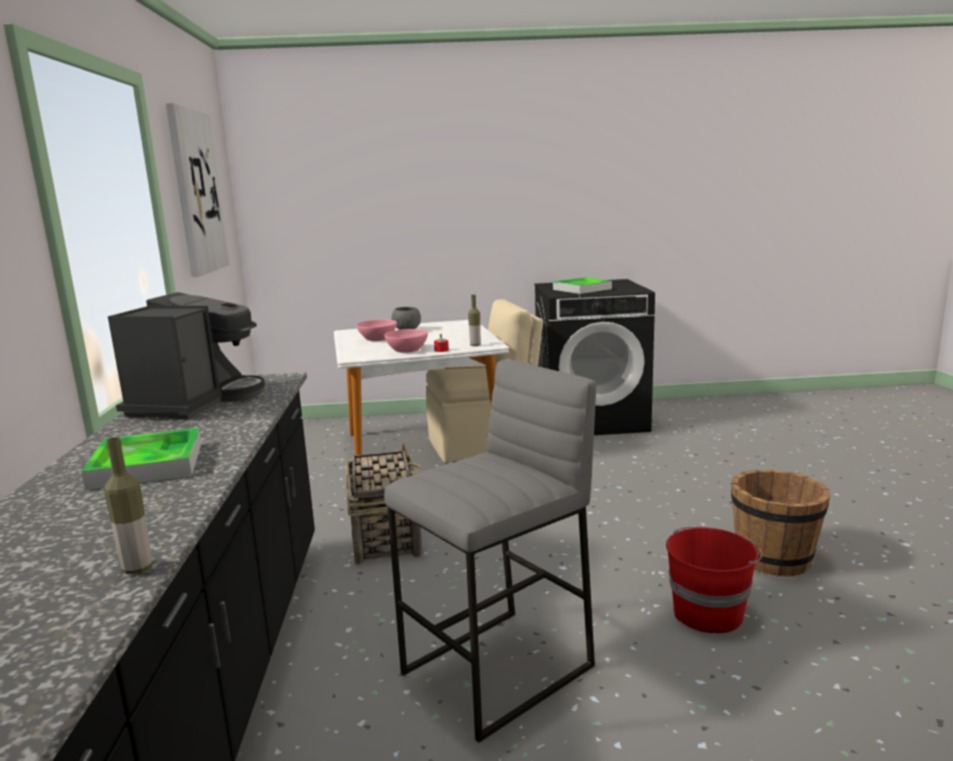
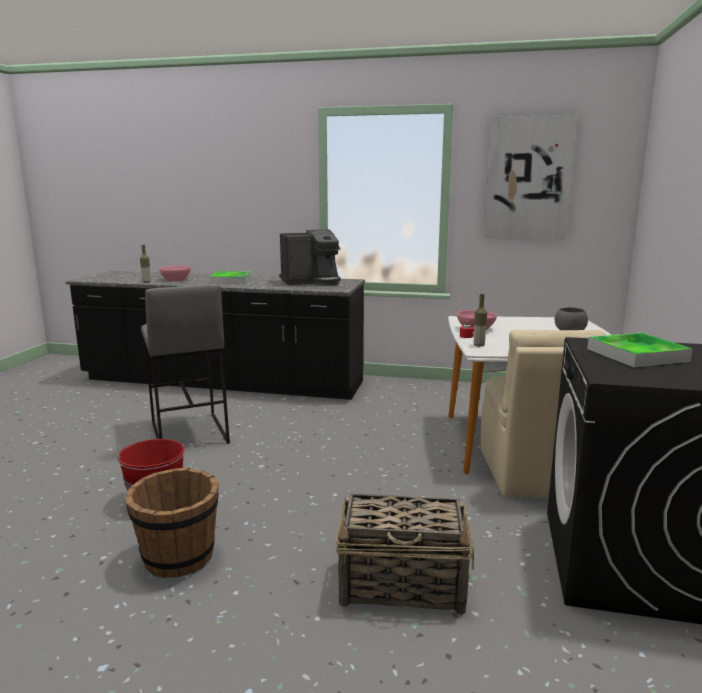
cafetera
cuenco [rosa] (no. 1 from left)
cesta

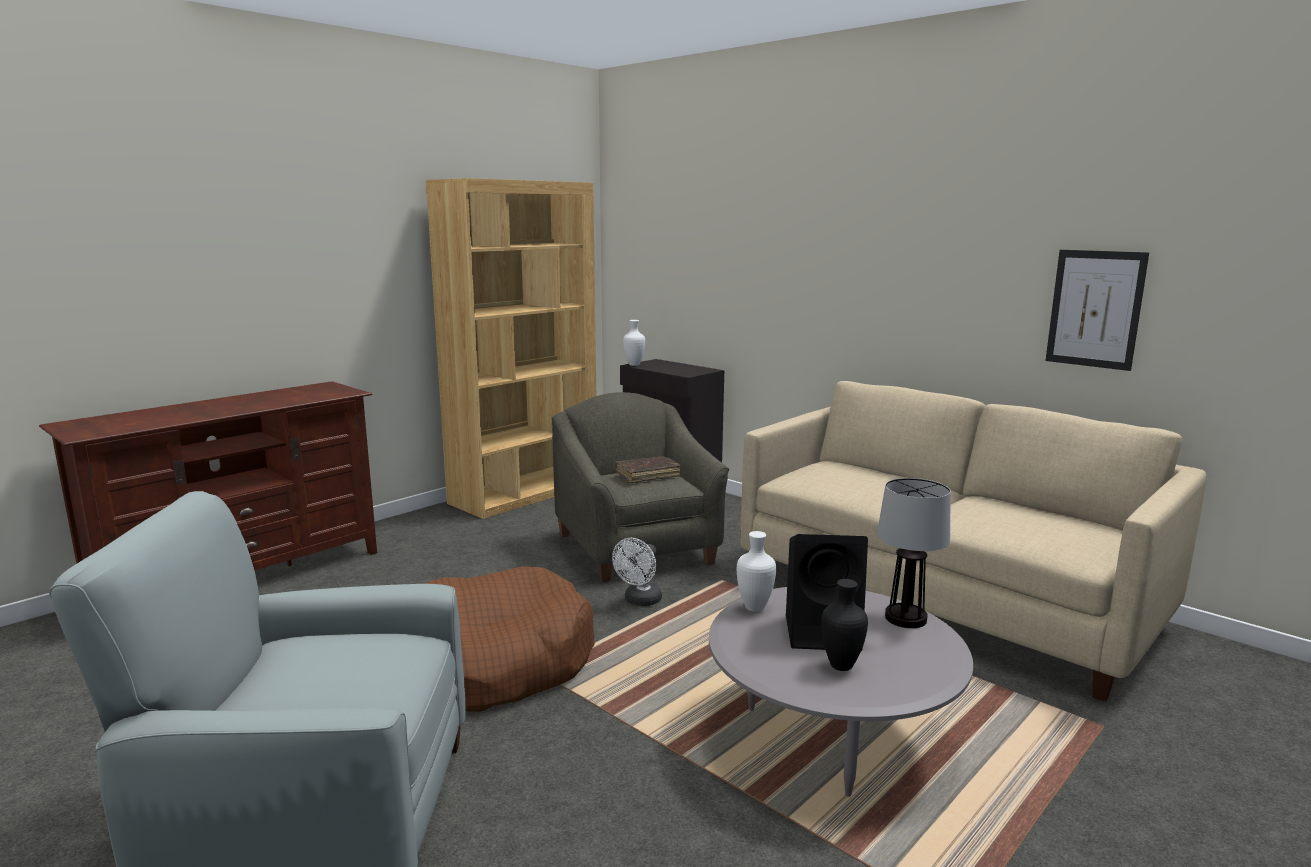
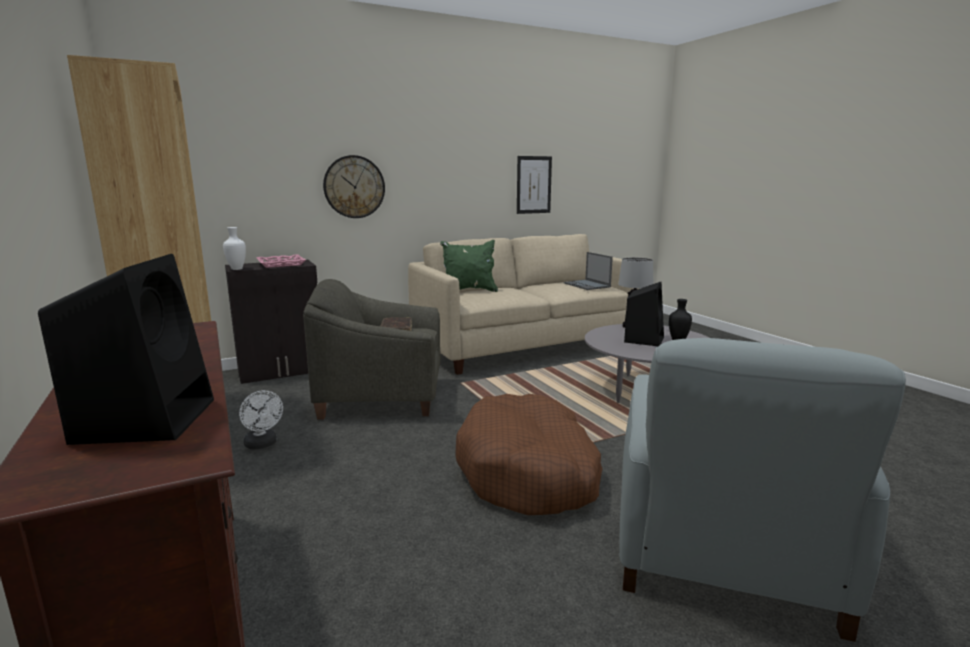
florero [blanco] (no. 2 from left in the first image)
ventilador [blanco]
reloj de pared
cojín [verde]
portátil
altavoz [negro] (no. 1 from left)
bandeja [rosa]

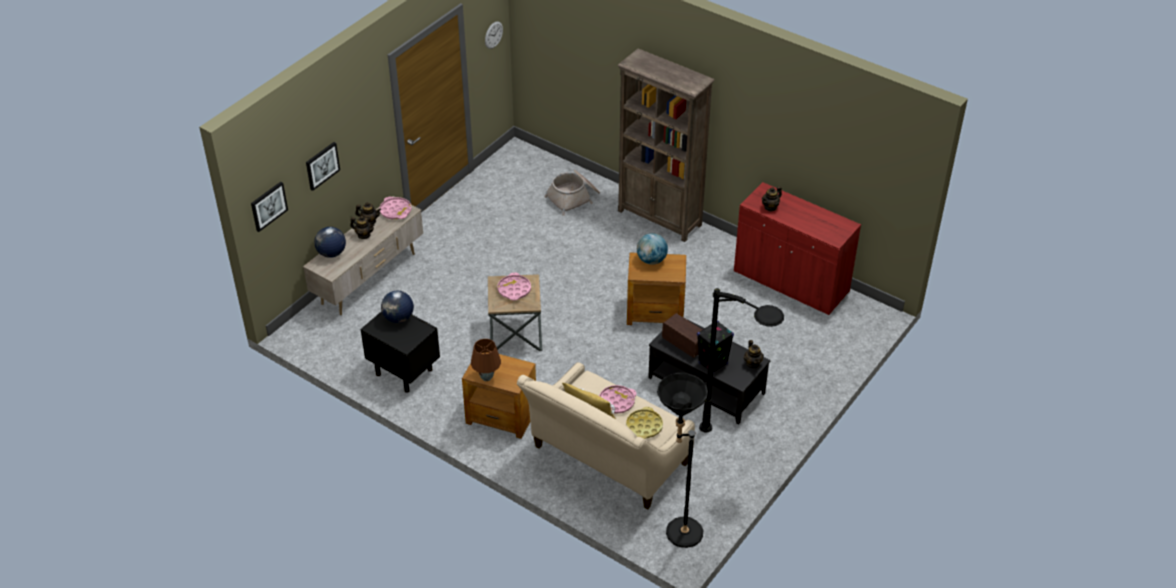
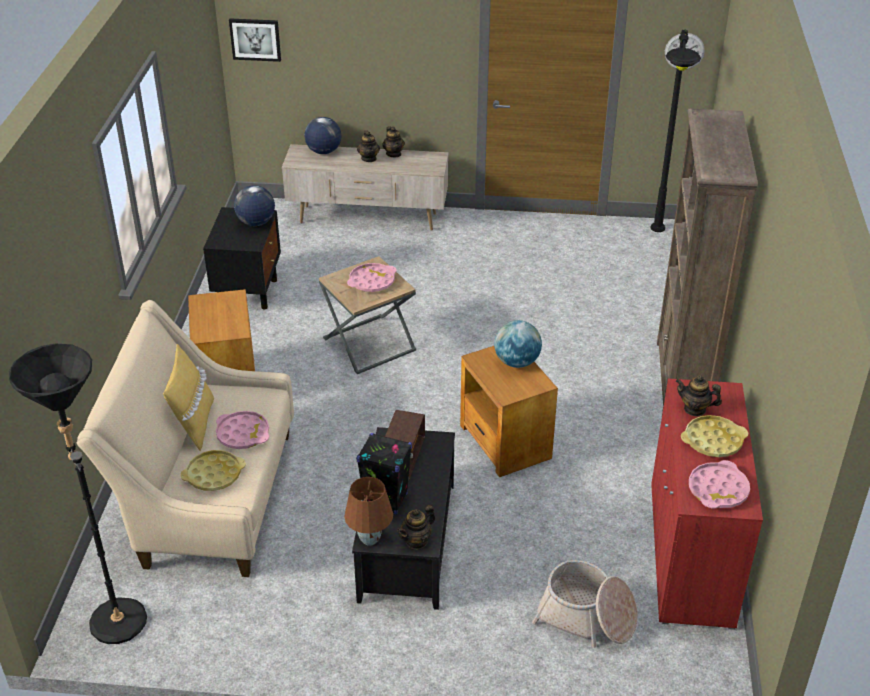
cuadro (no. 2 from left in the first image)
cesta
bandeja [rosa] (no. 3 from left)
lámpara de pie [negro] (no. 2 from left)
lámpara de mesa [marrón]
bandeja [amarillo] (no. 2 from left)

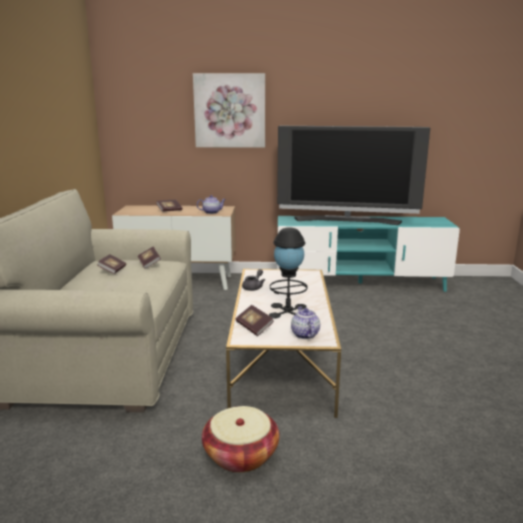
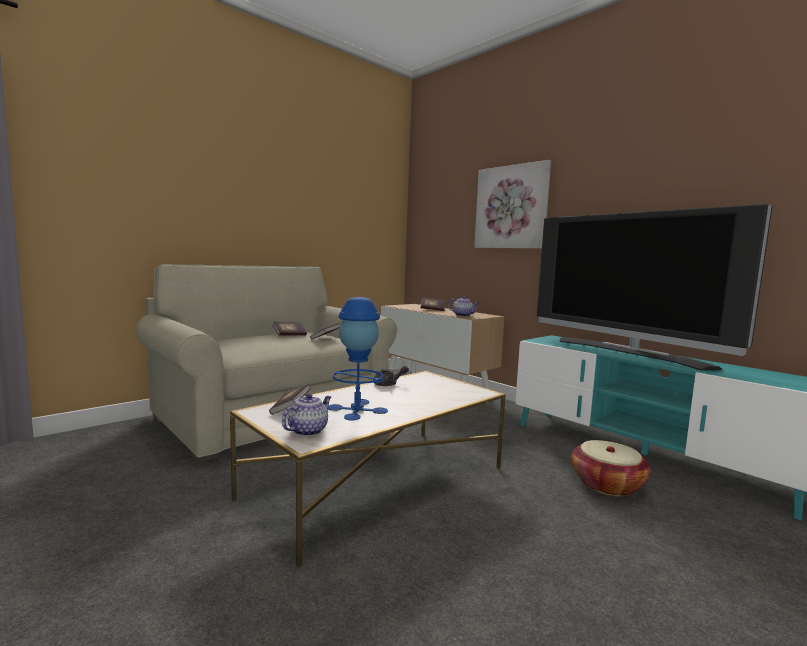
lámpara de mesa [azul]
cesta

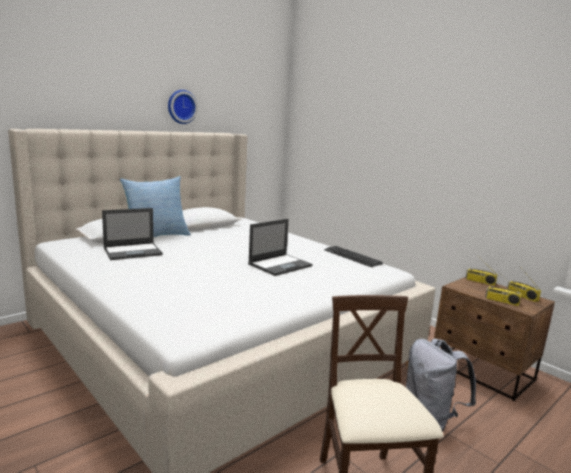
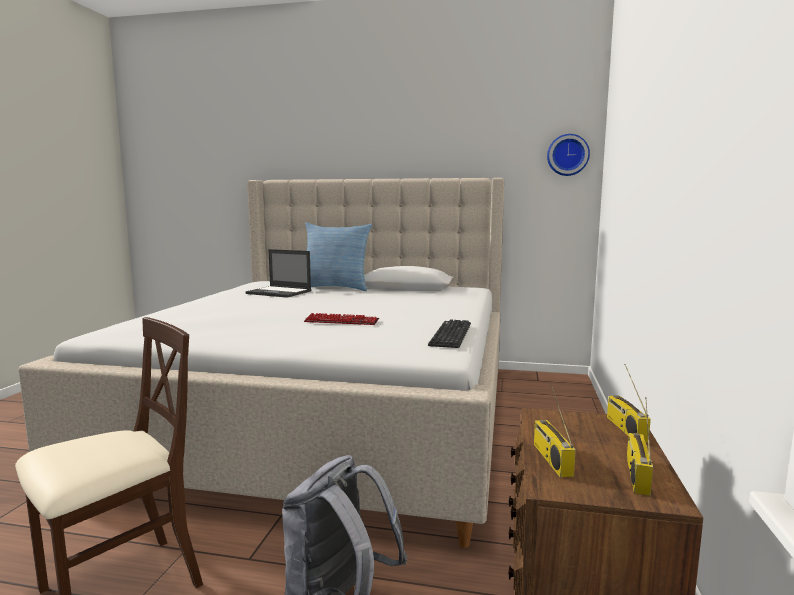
reloj de pared
teclado (no. 1 from left)

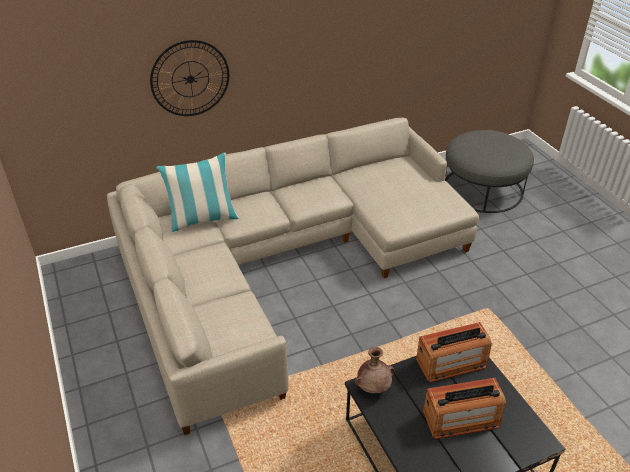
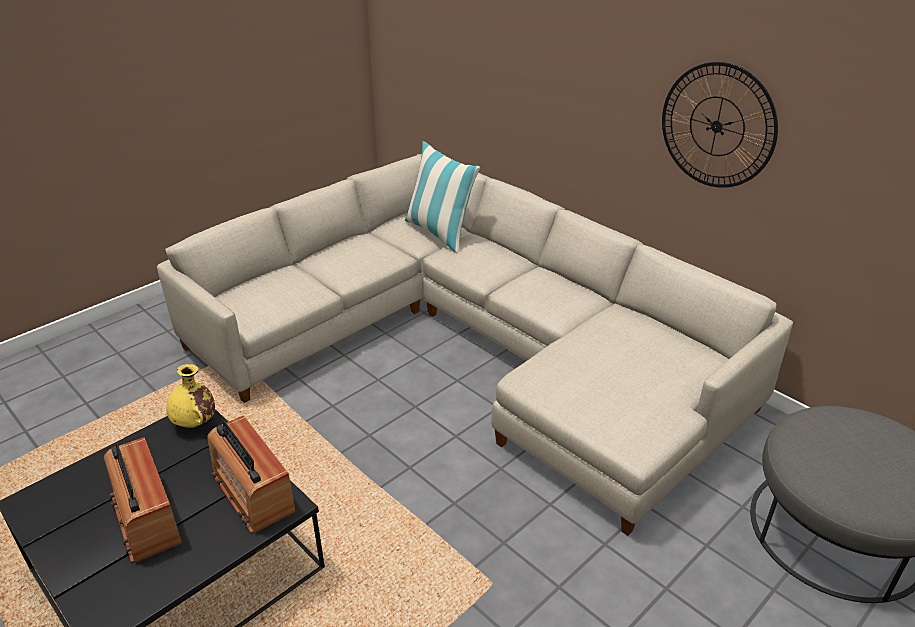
reloj de pared
florero [amarillo]

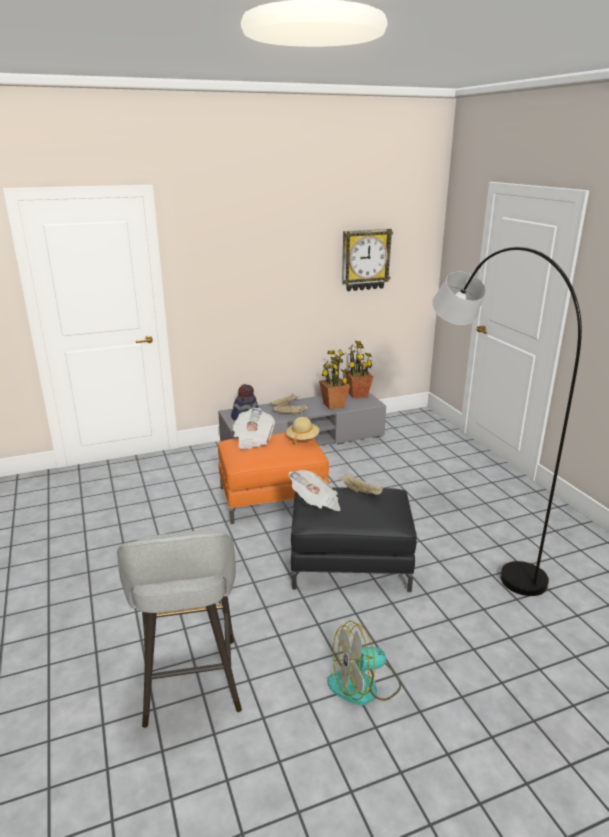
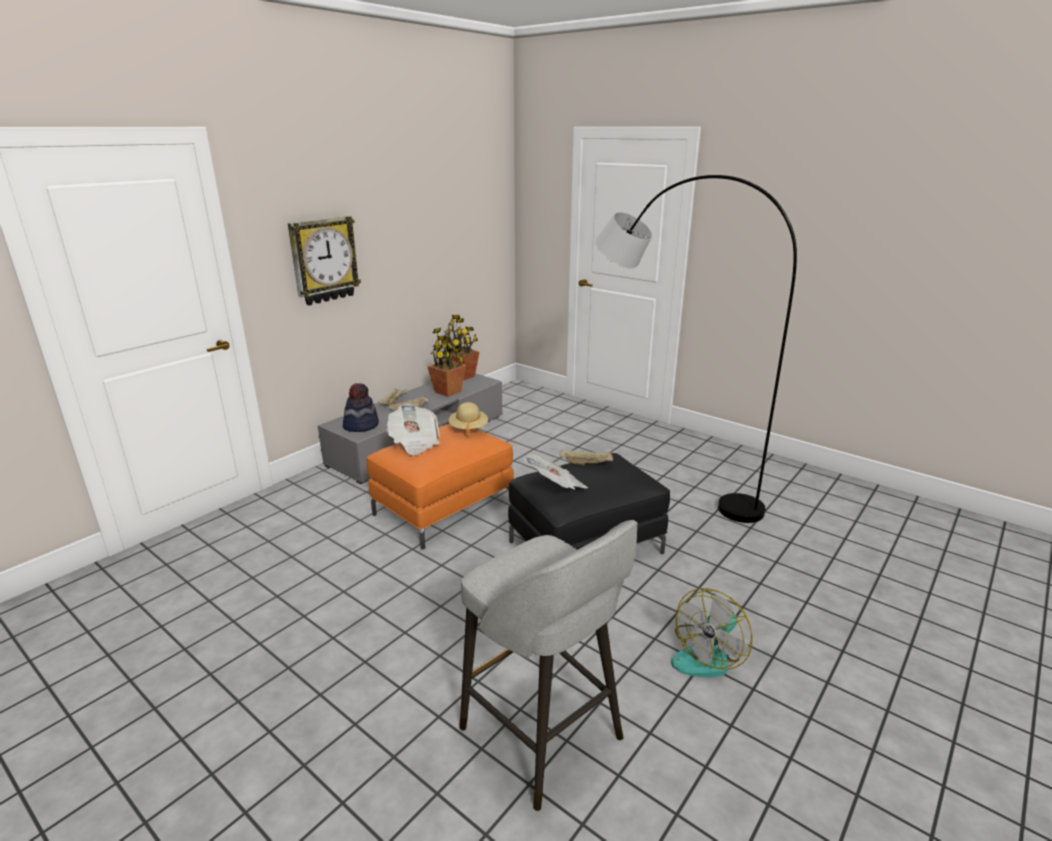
reloj de pared

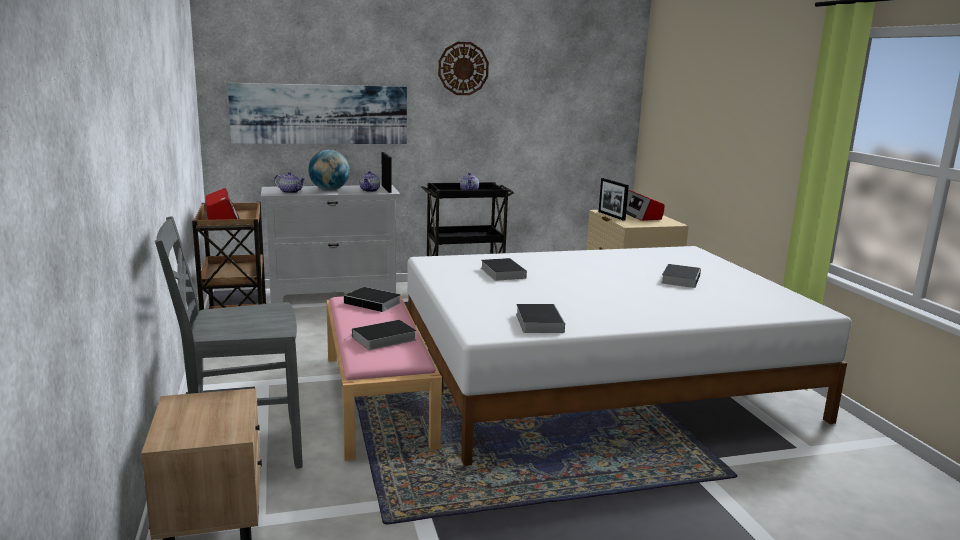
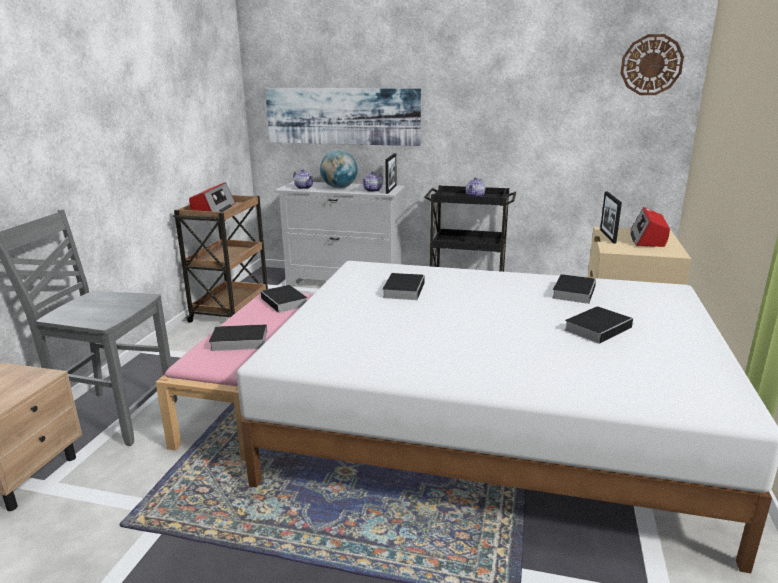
reloj de pared
libro (no. 4 from left)

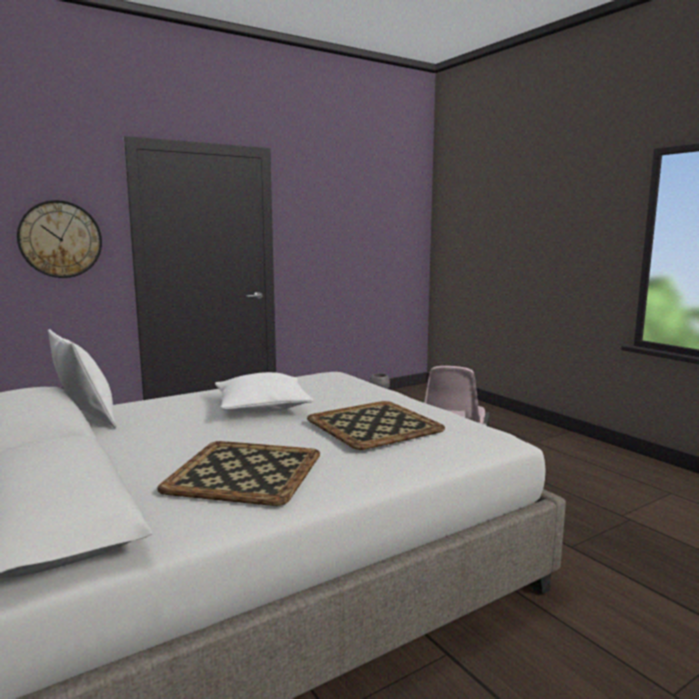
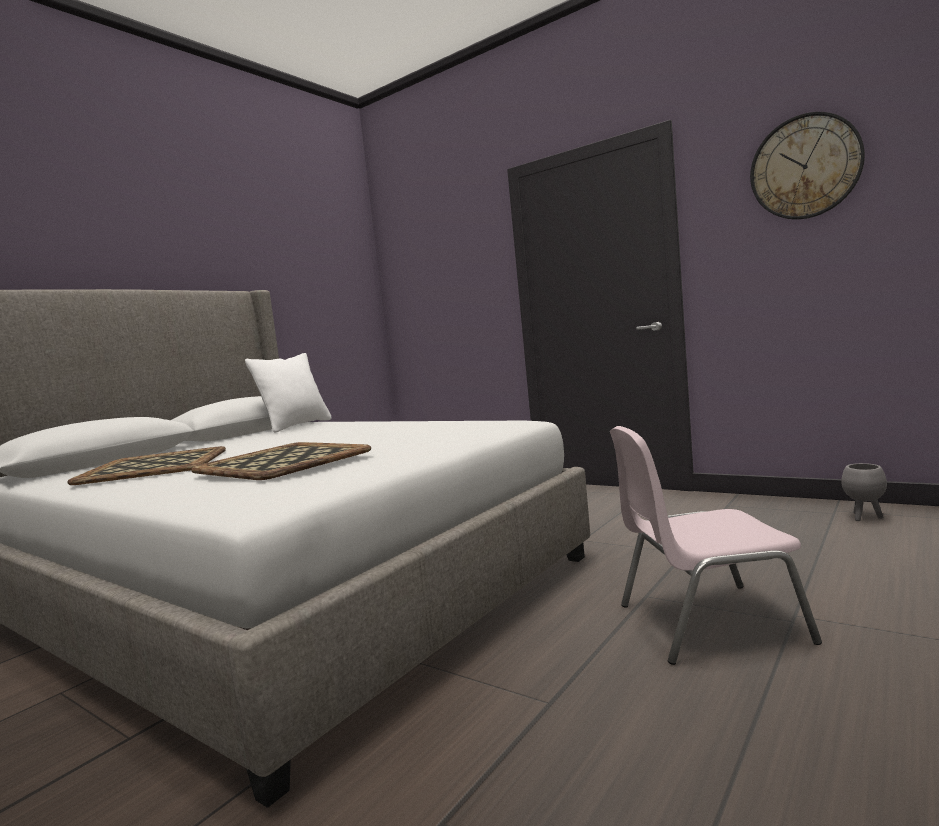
reloj de pared
cojín [blanco] (no. 2 from left in the first image)

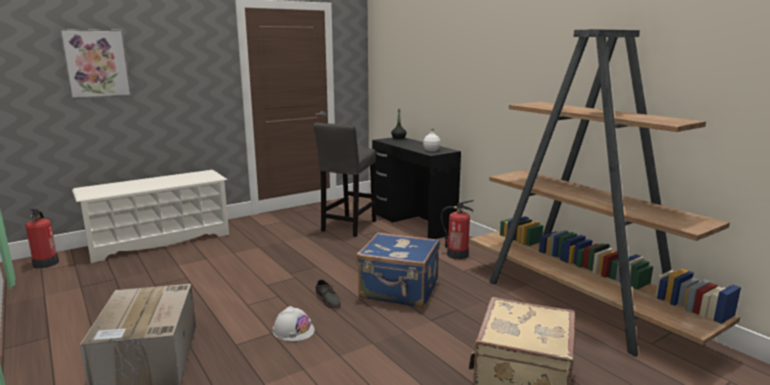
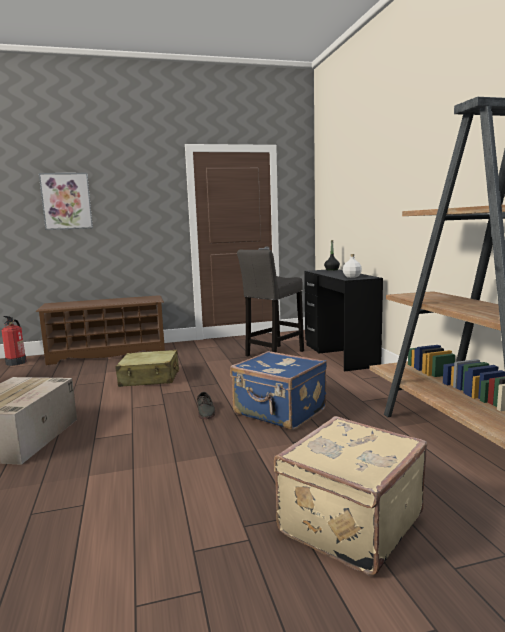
zapatero [marrón]
extintor (no. 2 from left in the first image)
casco [blanco]
maleta [beis] (no. 1 from left)

